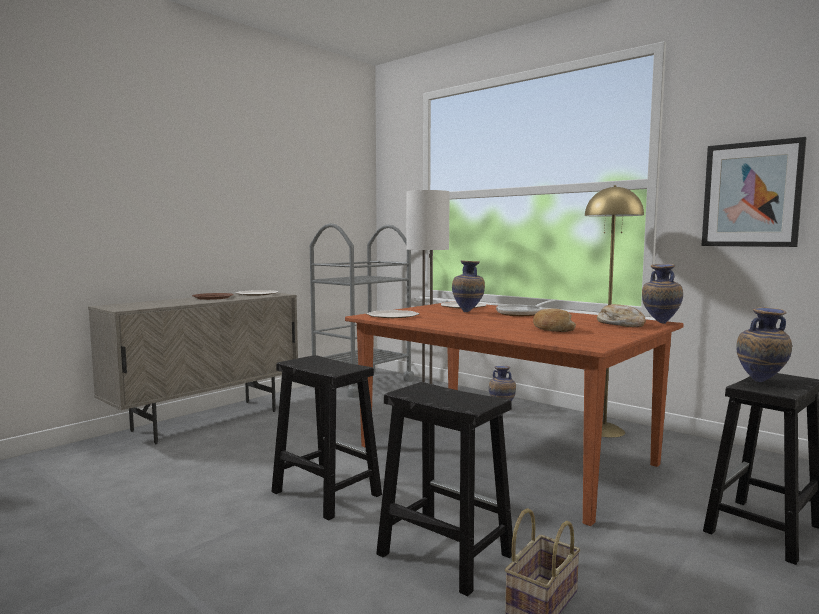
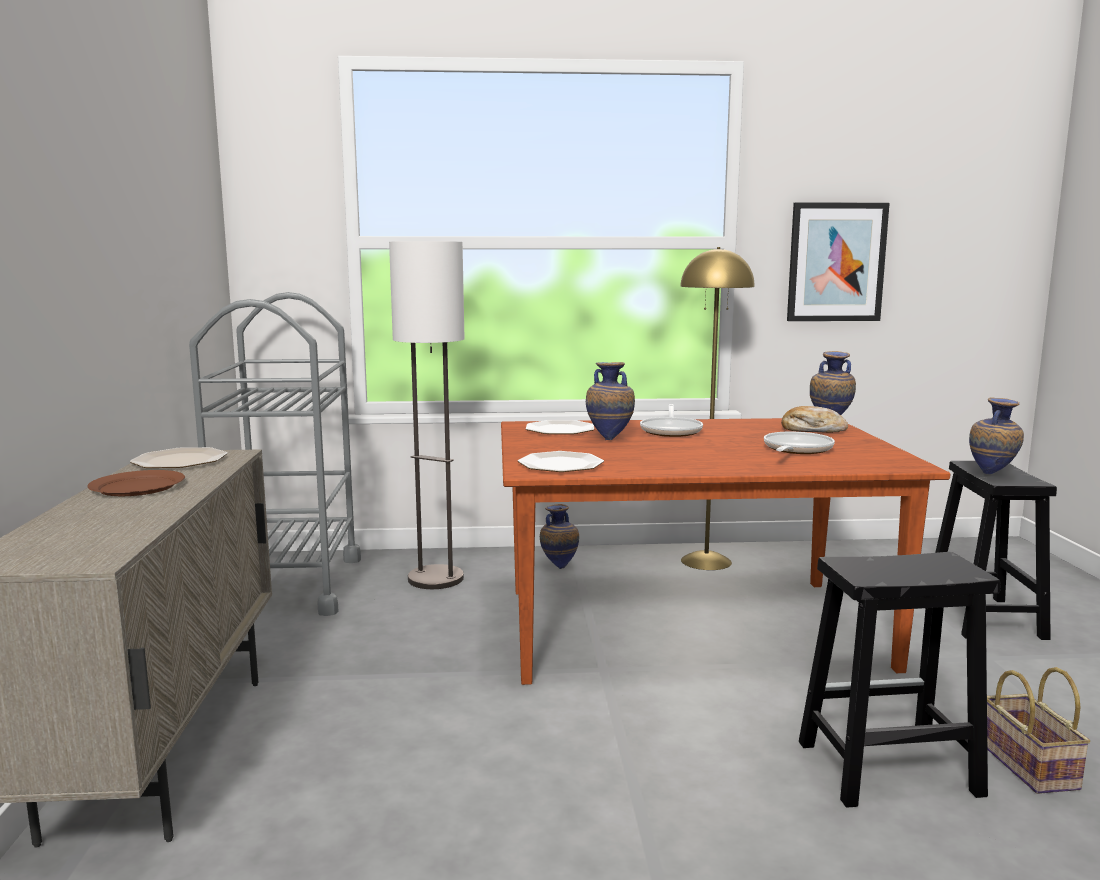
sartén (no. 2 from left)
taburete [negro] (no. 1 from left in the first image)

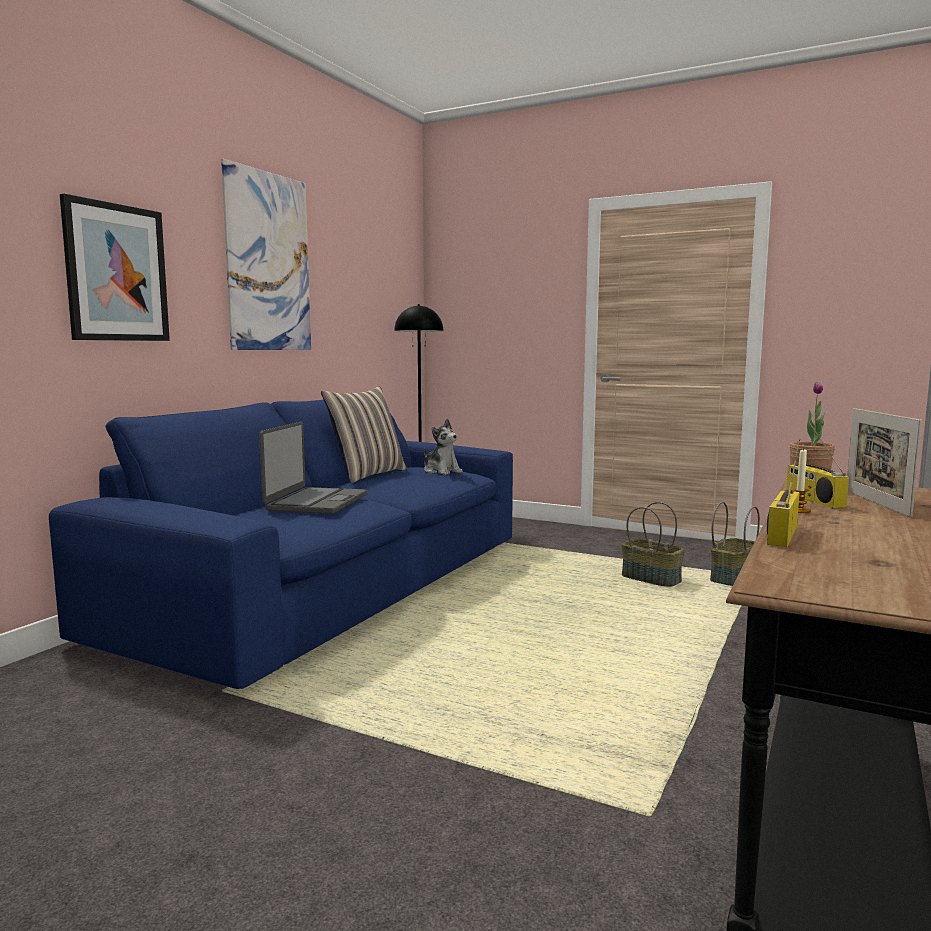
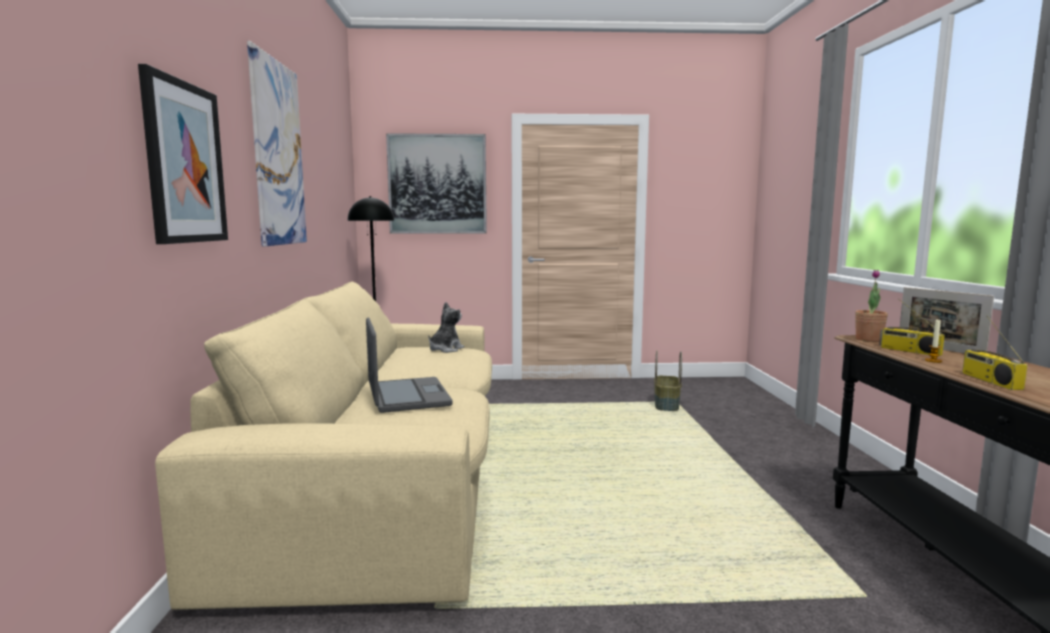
cojín
sofá [beis]
peluche
cesta (no. 1 from left in the first image)
cuadro (no. 3 from left)

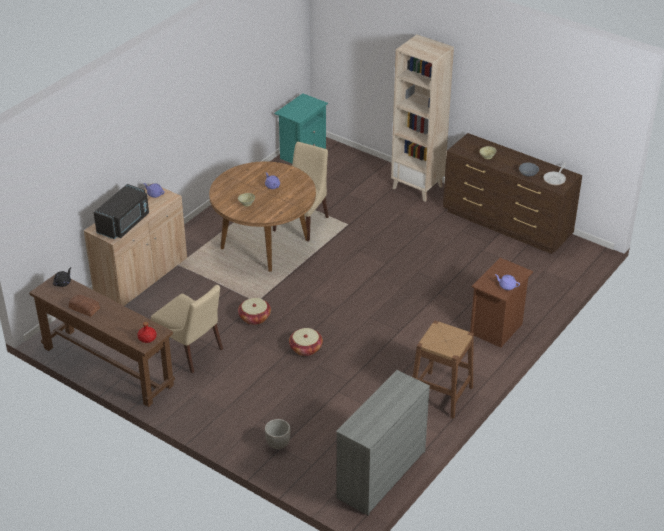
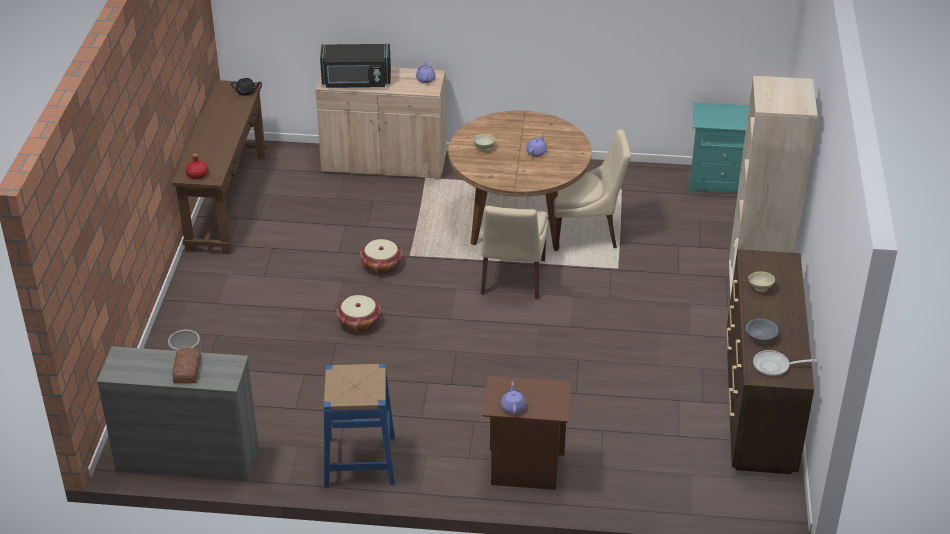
silla [beis] (no. 1 from left)
pan
taburete [azul]

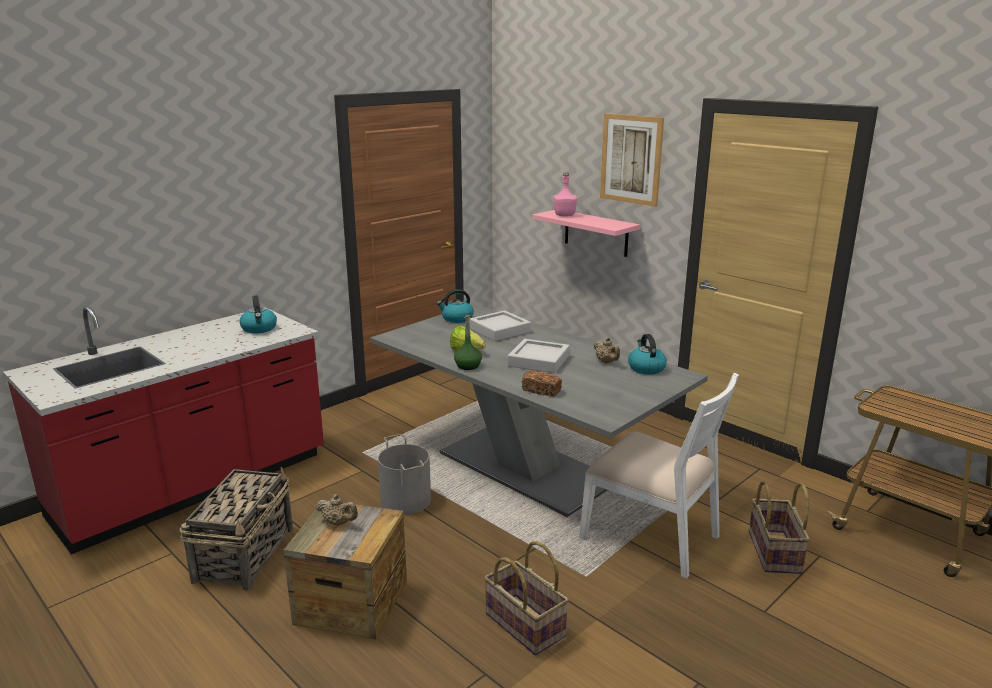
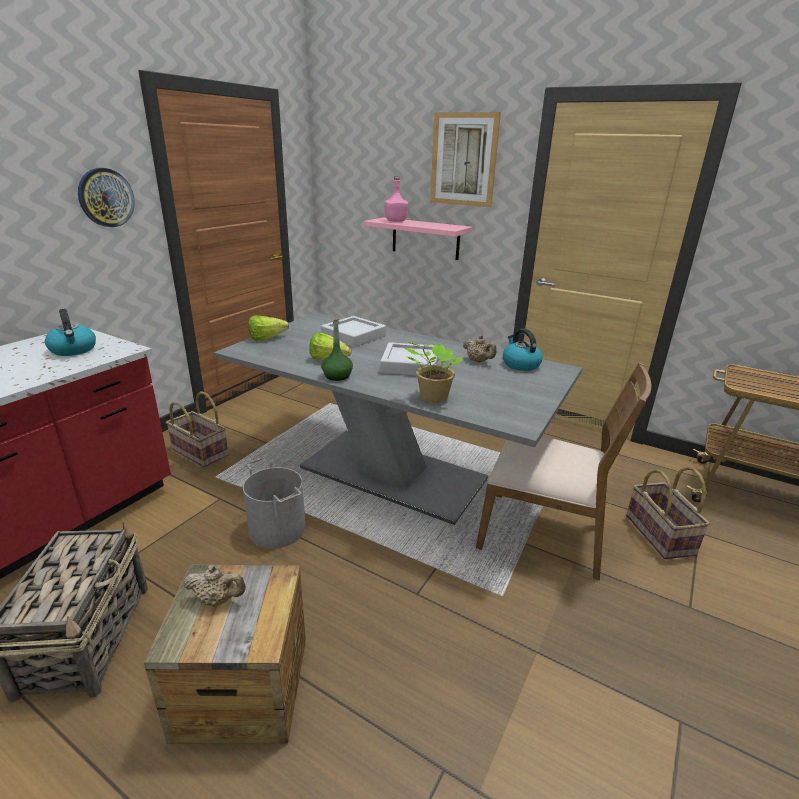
hervidor (no. 2 from left in the first image)
planta en maceta
silla [marrón]
cesta (no. 2 from left)
reloj de pared
lechuga (no. 1 from left)

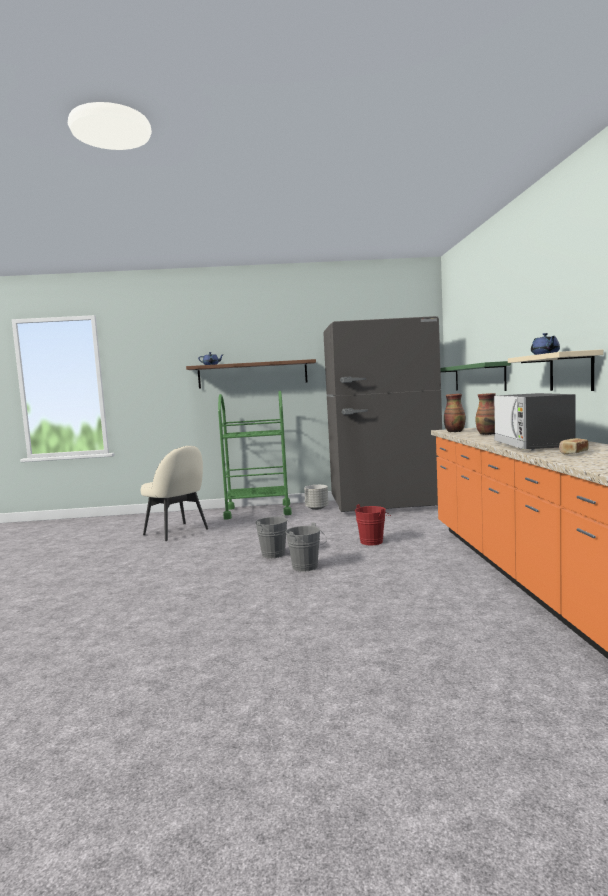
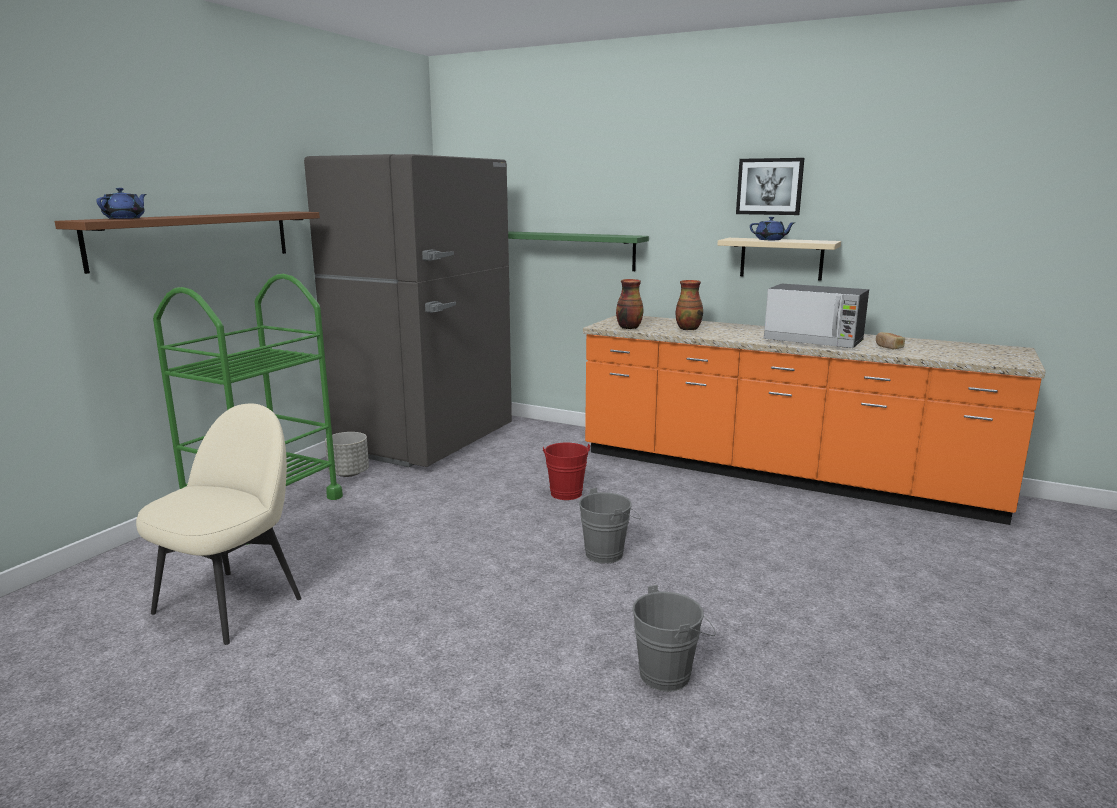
silla [beis]
cubo [gris] (no. 2 from left)
cuadro

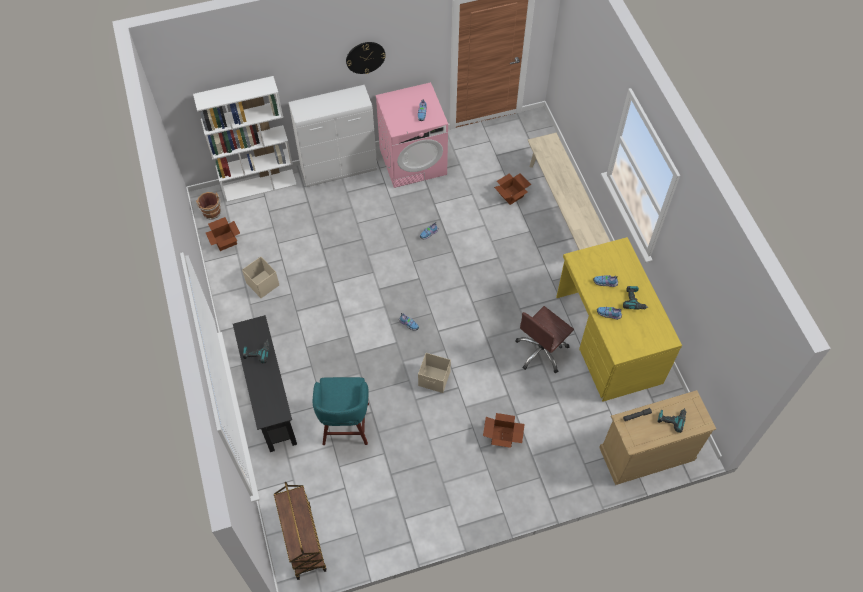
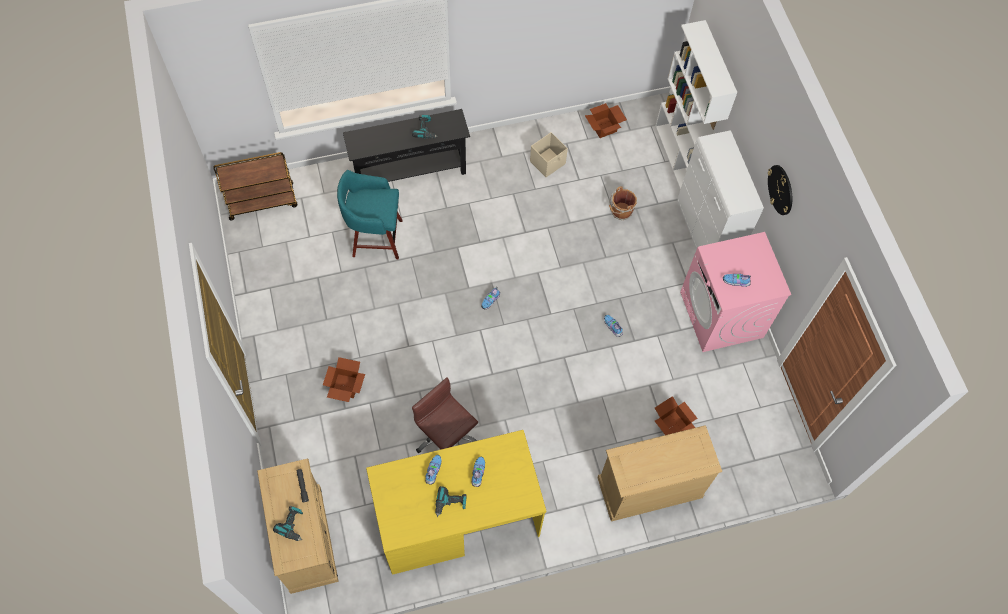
cómoda [beis] (no. 2 from left)
cubo [marrón]
caja de almacenaje [beis] (no. 2 from left in the first image)

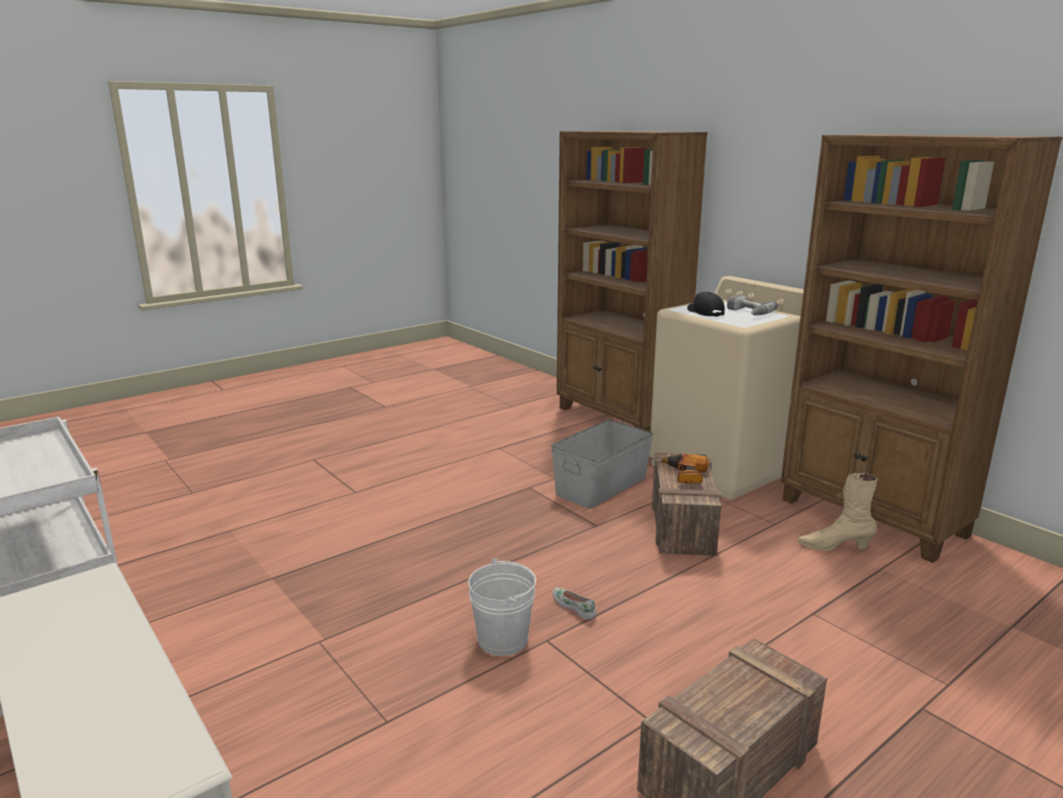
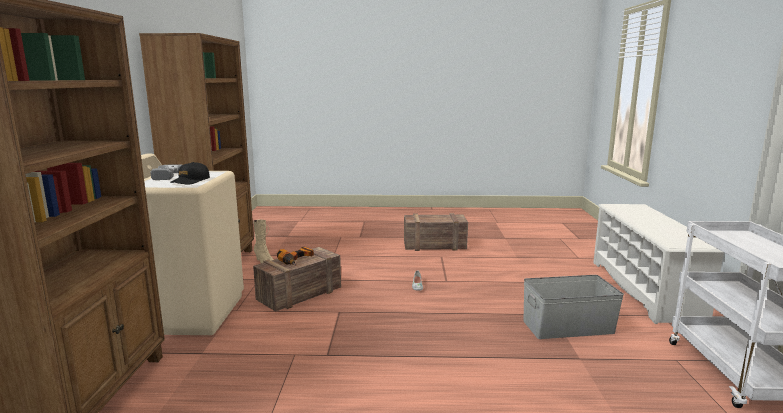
caja de almacenaje [gris]
cubo [blanco]

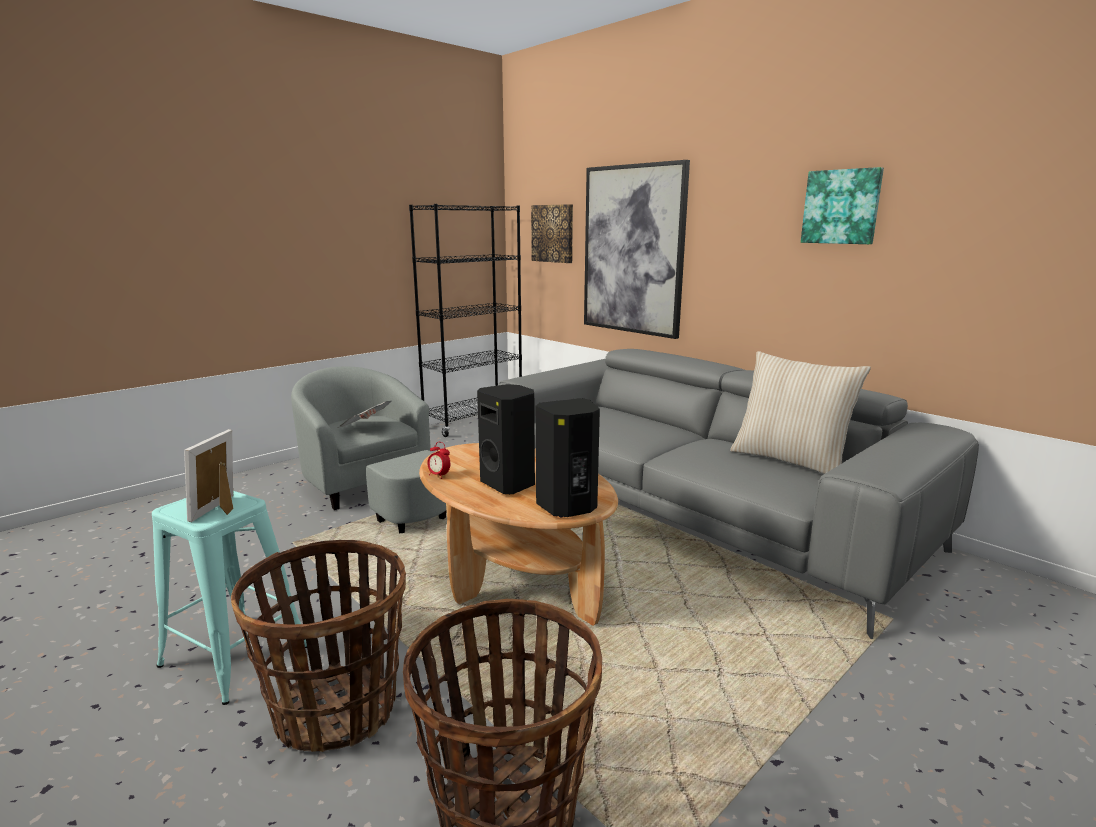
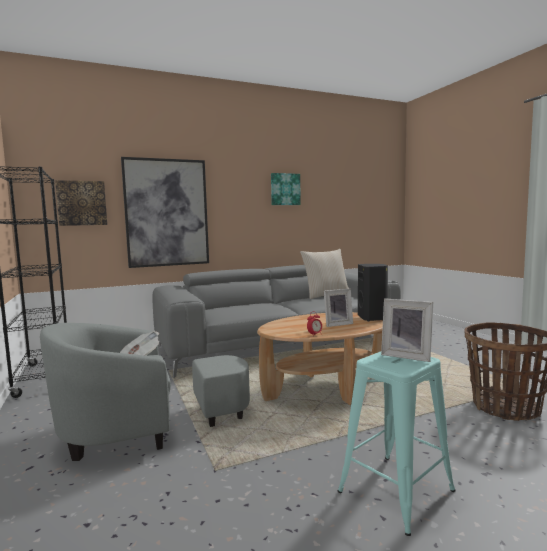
portarretratos (no. 1 from left)
cesta (no. 1 from left in the first image)

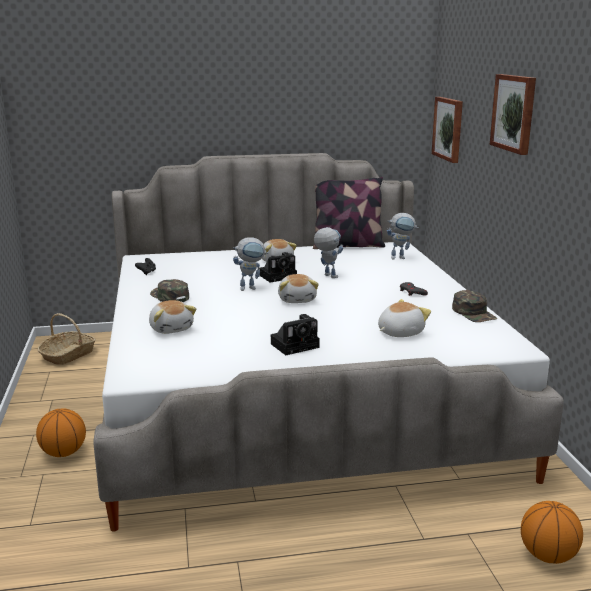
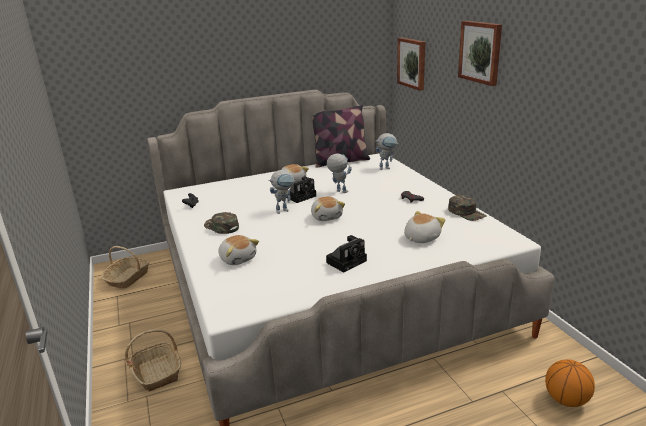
cesta (no. 2 from left)

